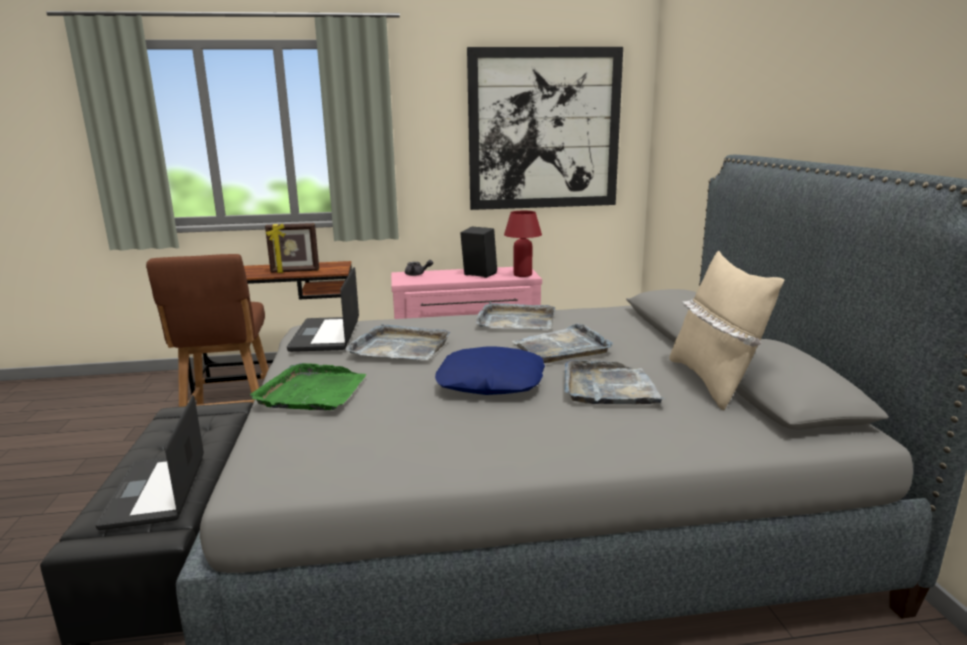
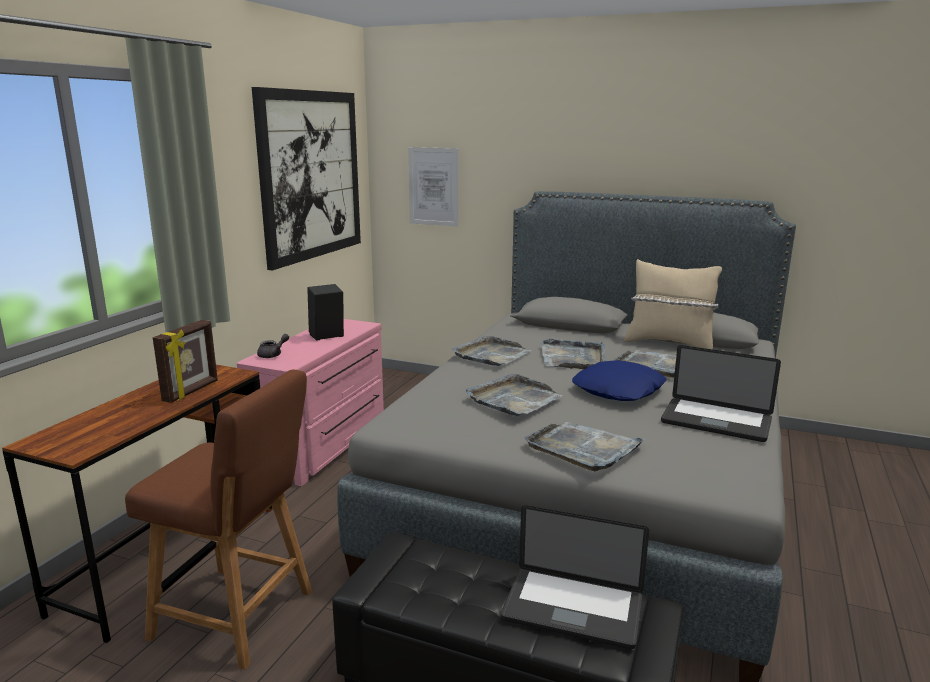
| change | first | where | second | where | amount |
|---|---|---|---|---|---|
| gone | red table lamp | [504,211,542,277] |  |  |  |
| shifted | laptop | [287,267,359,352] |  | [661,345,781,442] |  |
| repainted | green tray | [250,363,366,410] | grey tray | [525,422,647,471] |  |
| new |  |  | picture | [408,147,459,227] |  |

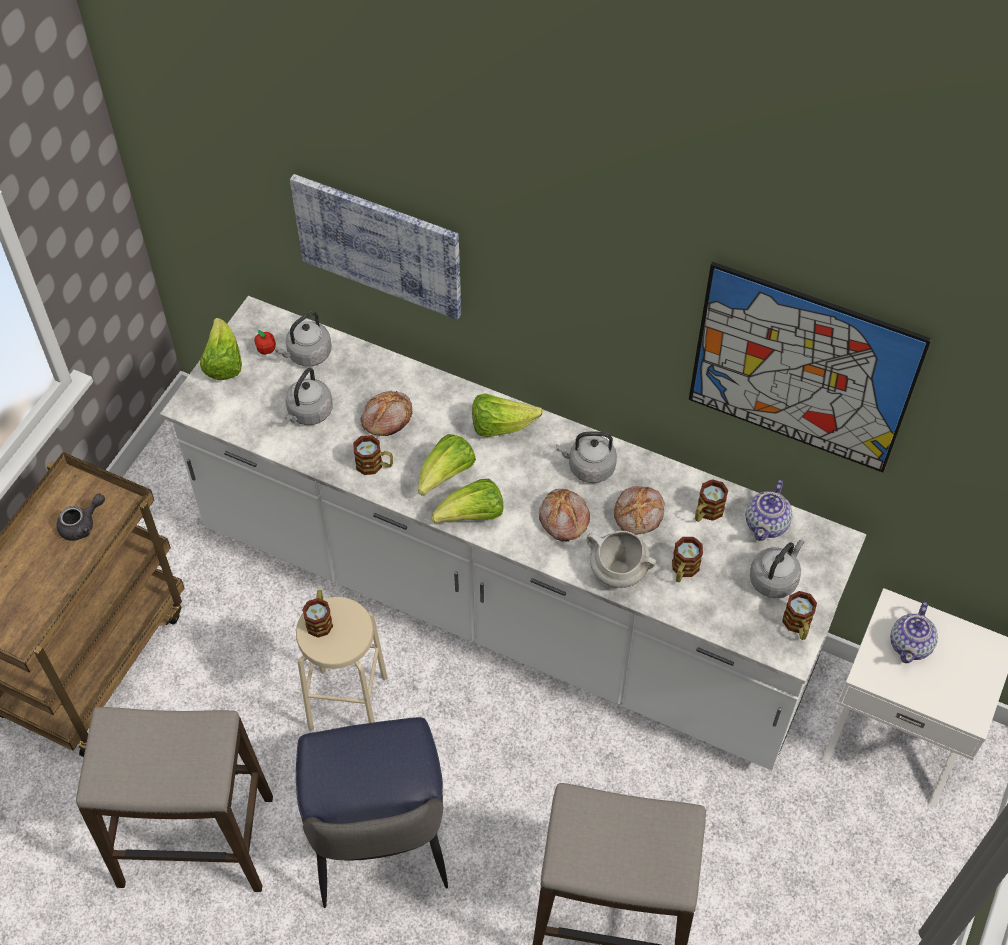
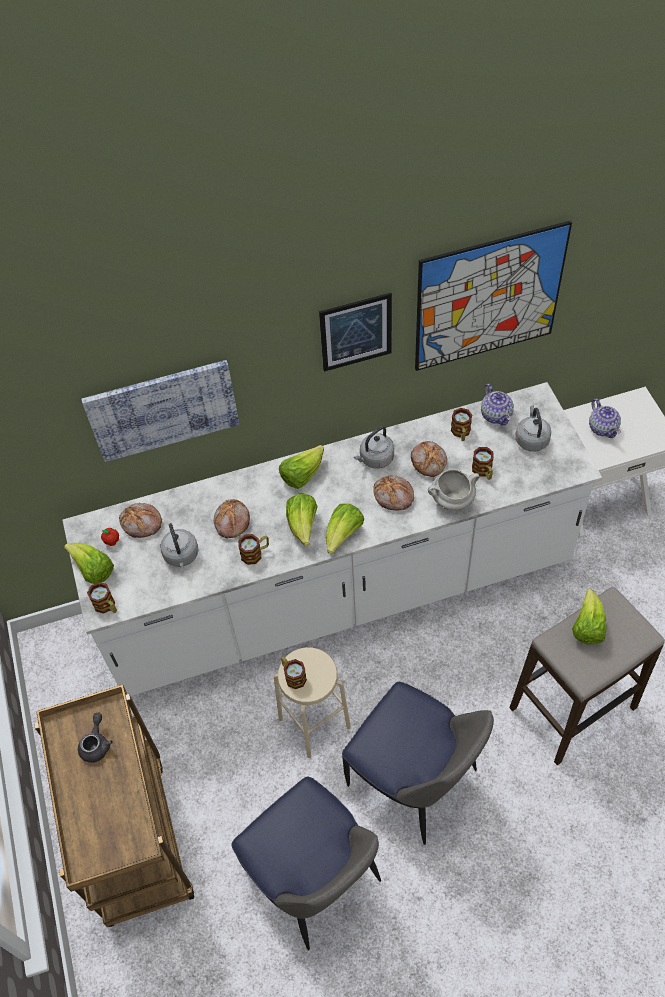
| change | first | where | second | where | amount |
|---|---|---|---|---|---|
| swapped | grey kettle | [275,311,332,367] | bread | [119,503,162,538] |  |
| shifted | mug | [782,591,817,640] |  | [87,582,117,614] |  |
| swapped | stool | [76,707,273,892] | chair | [231,776,381,950] |  |
| new |  |  | picture | [319,293,392,372] |  |
| new |  |  | lettuce | [572,589,607,645] |  |

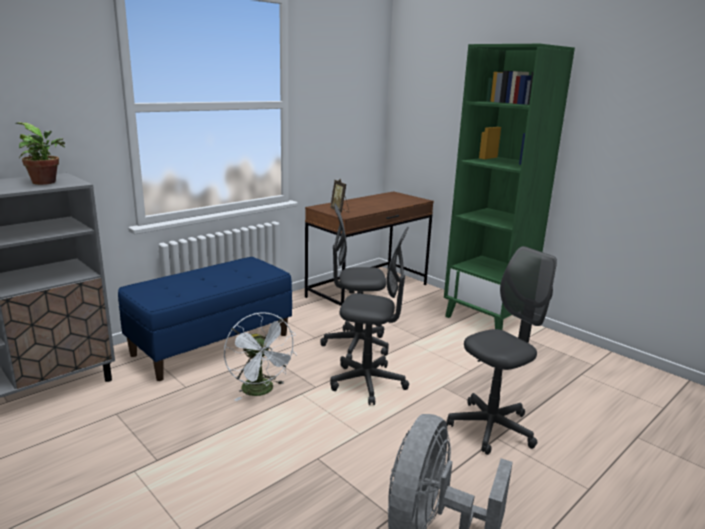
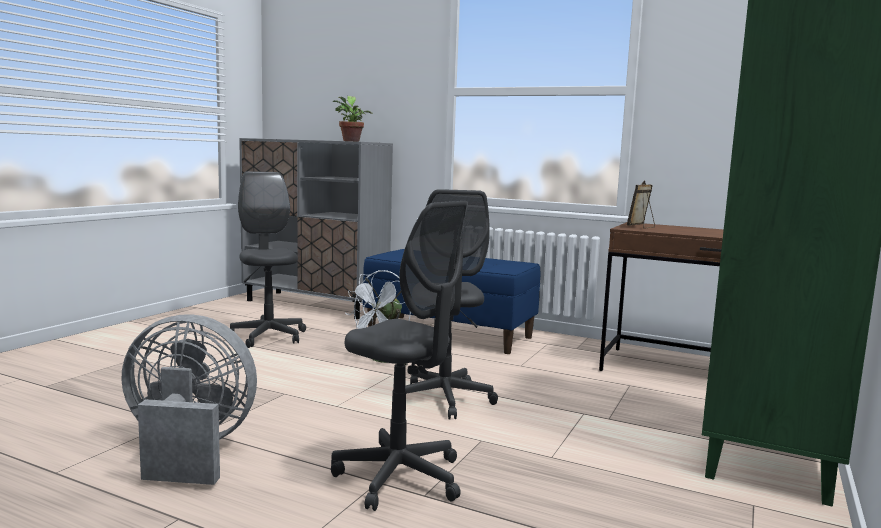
| change | first | where | second | where | amount |
|---|---|---|---|---|---|
| shifted | grey office chair | [320,203,389,360] |  | [230,171,306,348] |  |

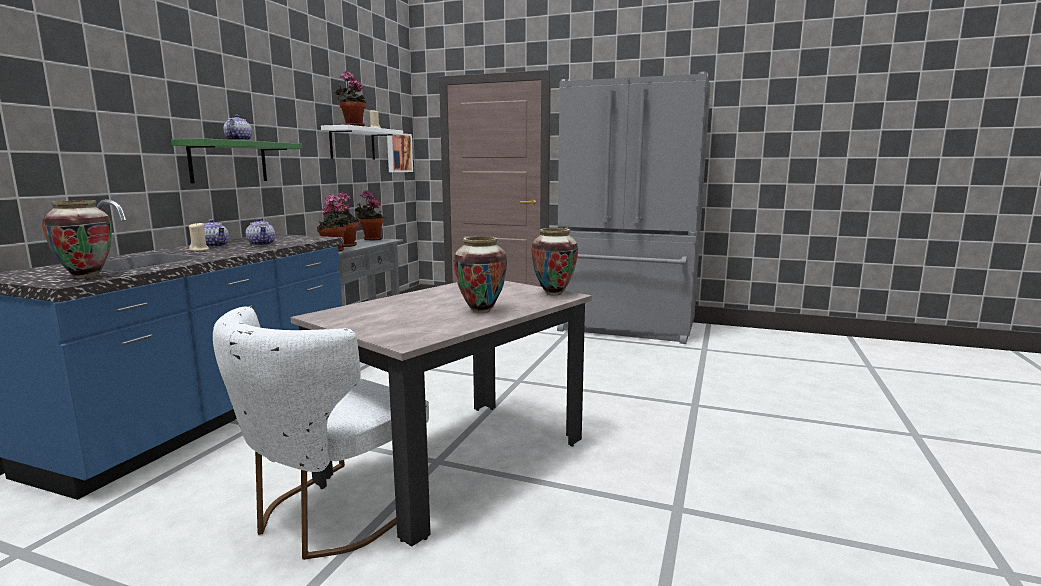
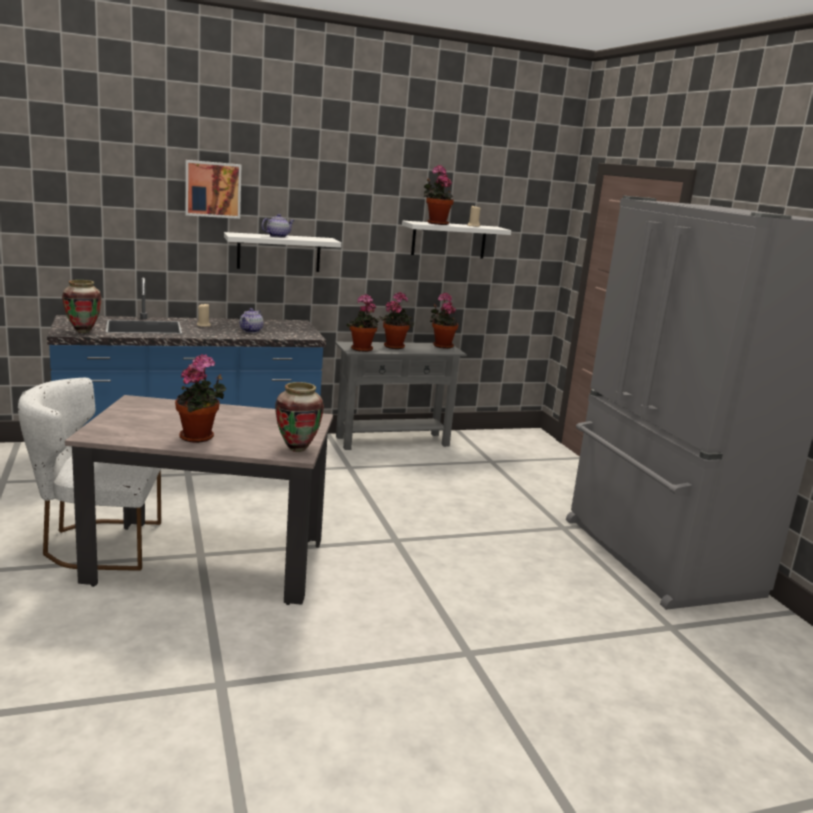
| change | first | where | second | where | amount |
|---|---|---|---|---|---|
| shifted | picture | [387,133,413,172] |  | [185,160,241,219] |  |
| repainted | green shelf | [171,138,303,183] | white shelf | [224,232,341,272] |  |
| gone | teapot | [203,219,229,247] |  |  |  |
| swapped | vase | [454,236,507,313] | potted plant | [175,354,226,443] |  |

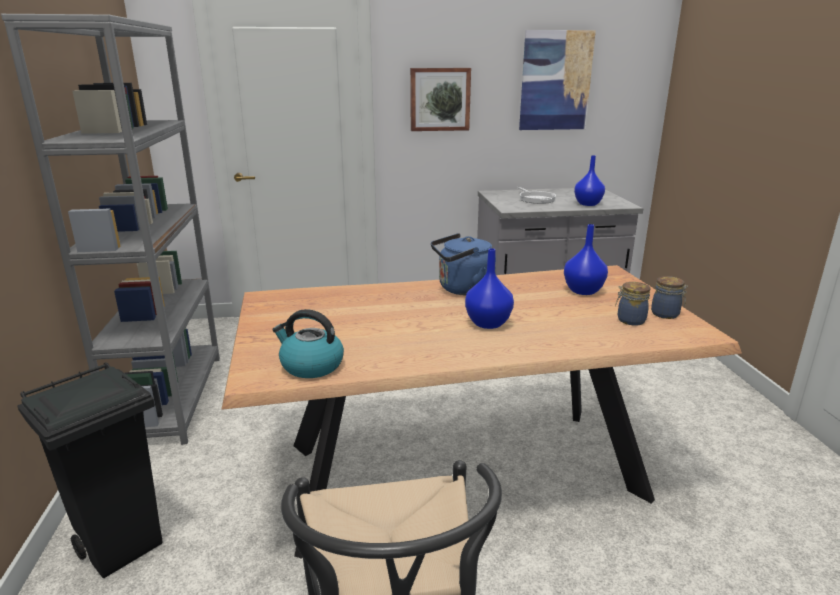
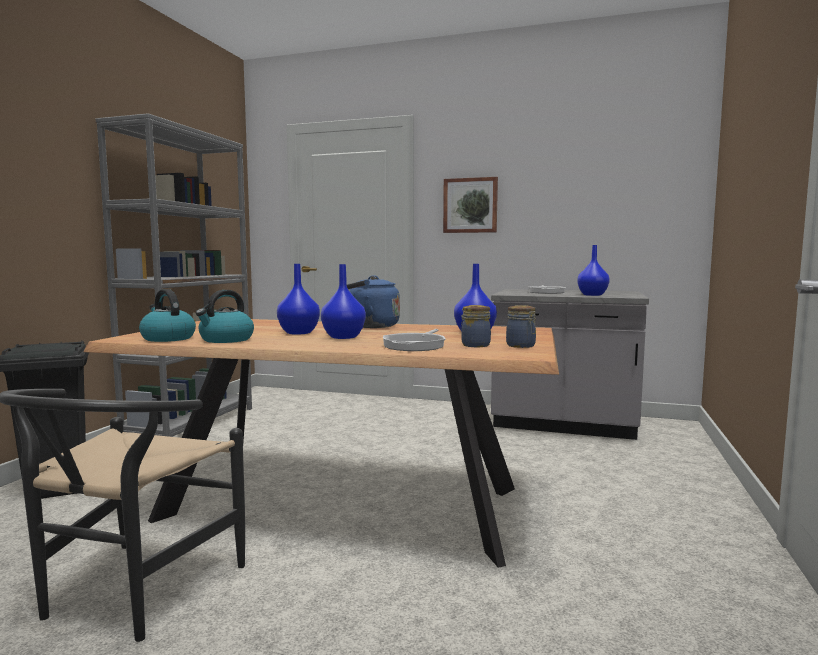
| change | first | where | second | where | amount |
|---|---|---|---|---|---|
| gone | picture | [519,30,596,130] |  |  |  |
| new |  |  | blue vase | [277,264,320,335] |  |
| new |  |  | kettle | [196,290,254,343] |  |
| new |  |  | frying pan | [383,329,446,351] |  |

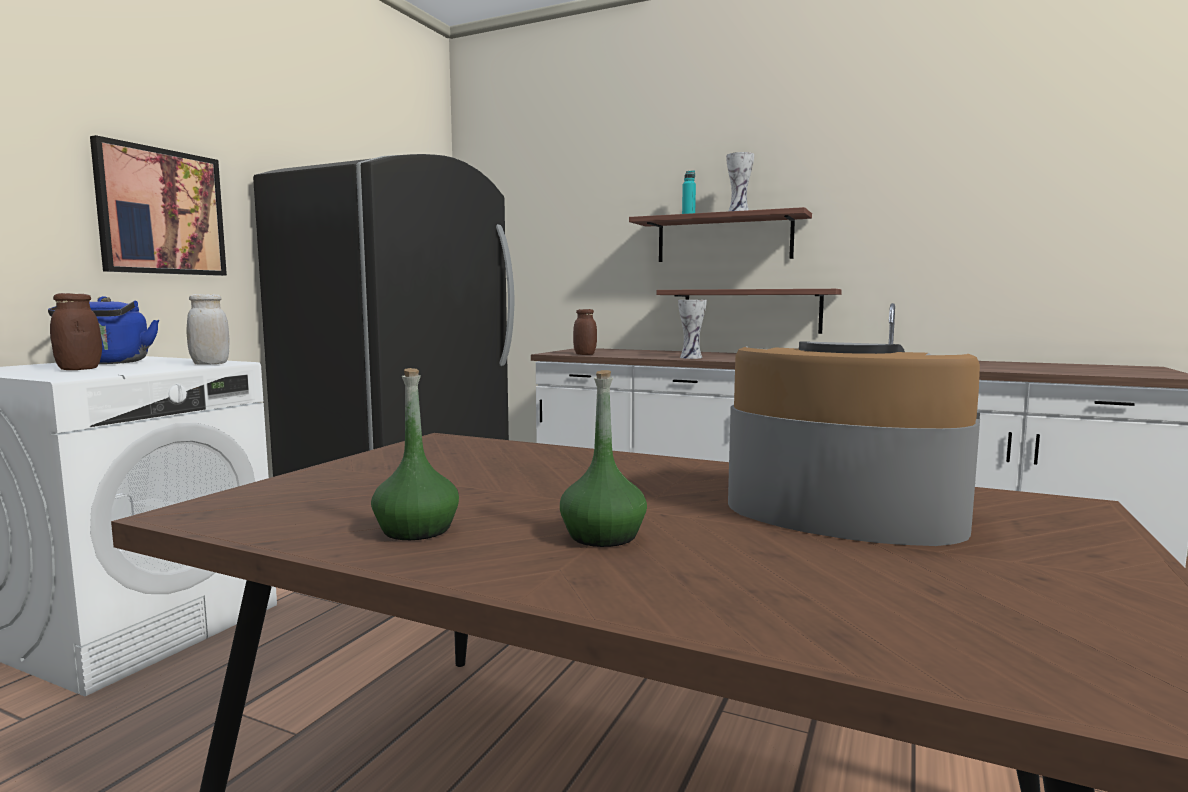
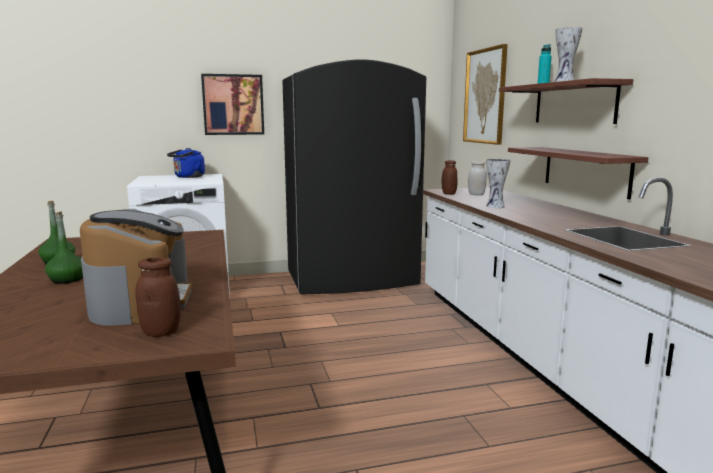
| change | first | where | second | where | amount |
|---|---|---|---|---|---|
| shifted | brown jar | [50,293,102,370] |  | [135,257,181,337] |  |
| shifted | white jar | [187,294,230,365] |  | [468,161,487,195] |  |
| new |  |  | picture | [463,44,508,145] |  |

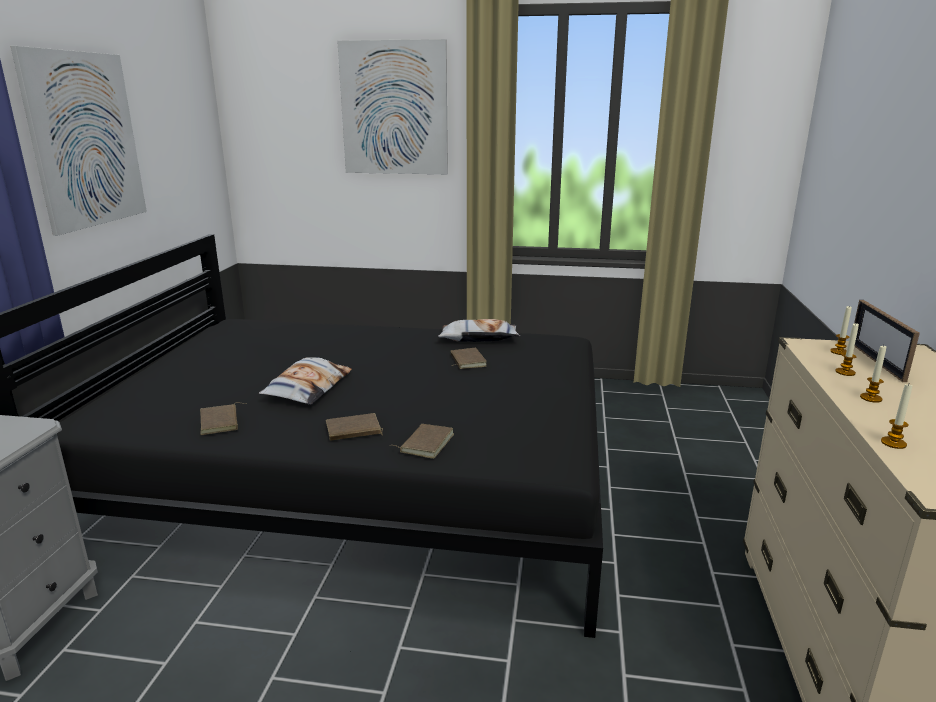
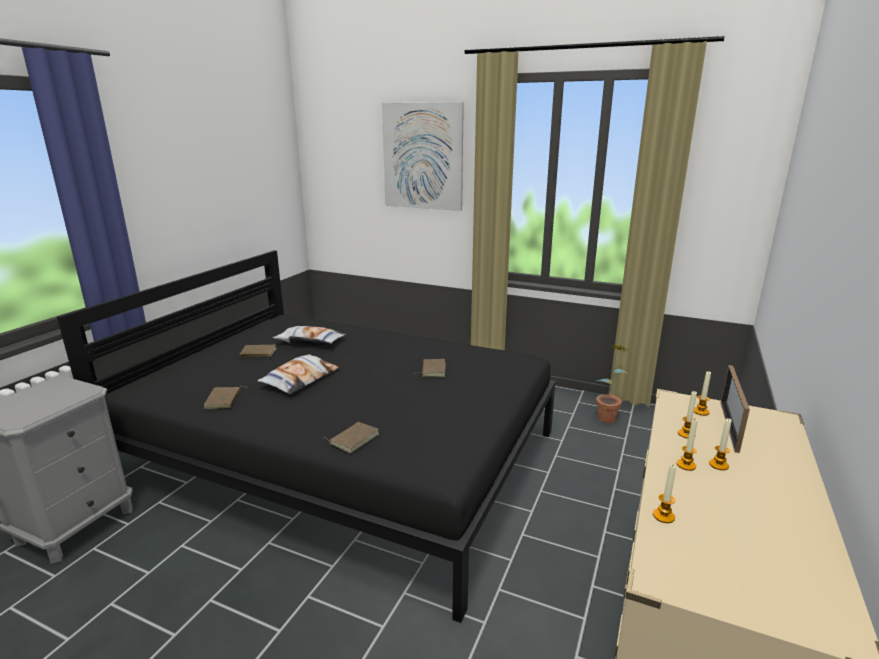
| change | first | where | second | where | amount |
|---|---|---|---|---|---|
| gone | picture | [11,46,147,236] |  |  |  |
| shifted | pillow | [438,319,520,342] |  | [273,326,346,346] |  |
| shifted | brown book | [326,413,383,441] |  | [240,345,277,357] |  |
| new |  |  | potted plant | [596,345,629,423] |  |
| new |  |  | candle | [709,418,732,470] |  |

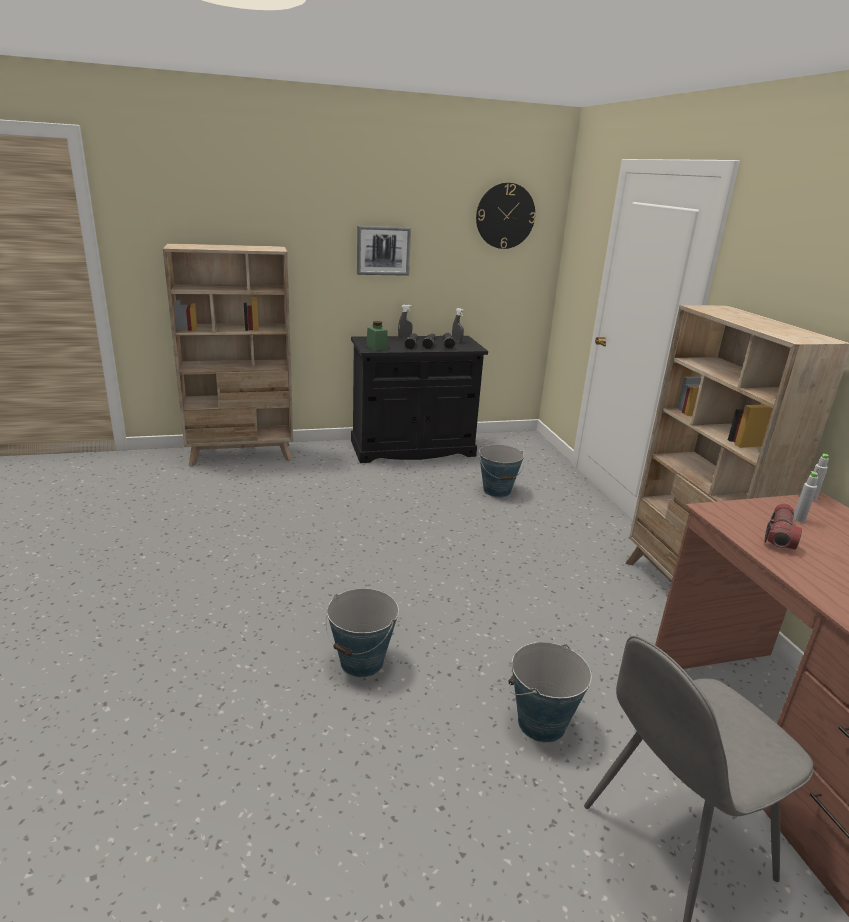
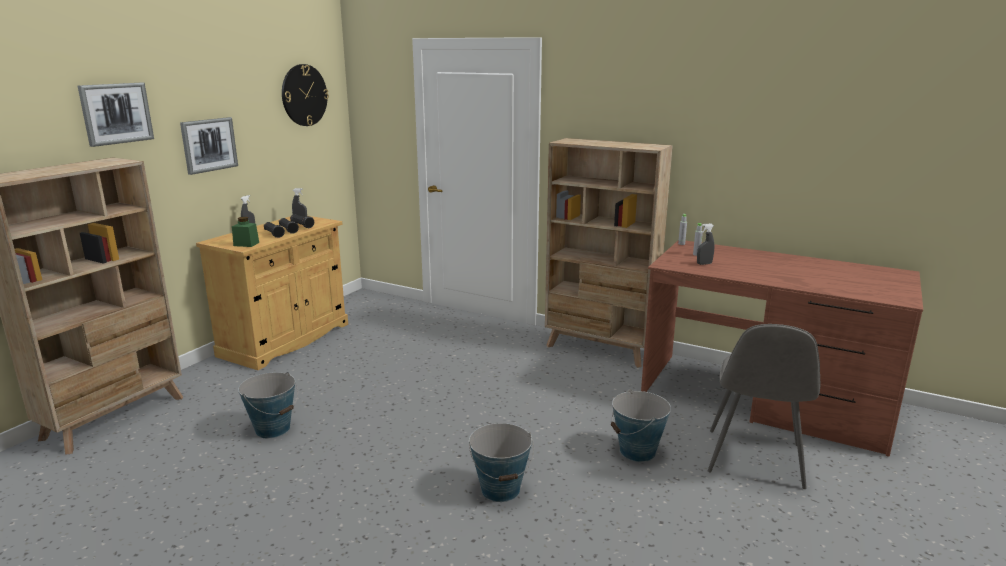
| change | first | where | second | where | amount |
|---|---|---|---|---|---|
| repainted | black cabinet | [351,336,488,463] | beige cabinet | [196,216,348,370] |  |
| shifted | bucket | [479,444,525,497] |  | [238,372,298,438] |  |
| swapped | flashlight | [764,503,802,550] | grey spray bottle | [697,224,714,265] |  |
| new |  |  | picture | [78,83,154,147] |  |

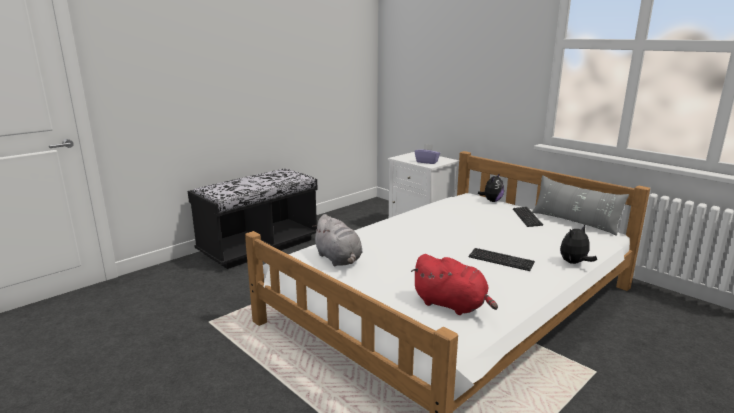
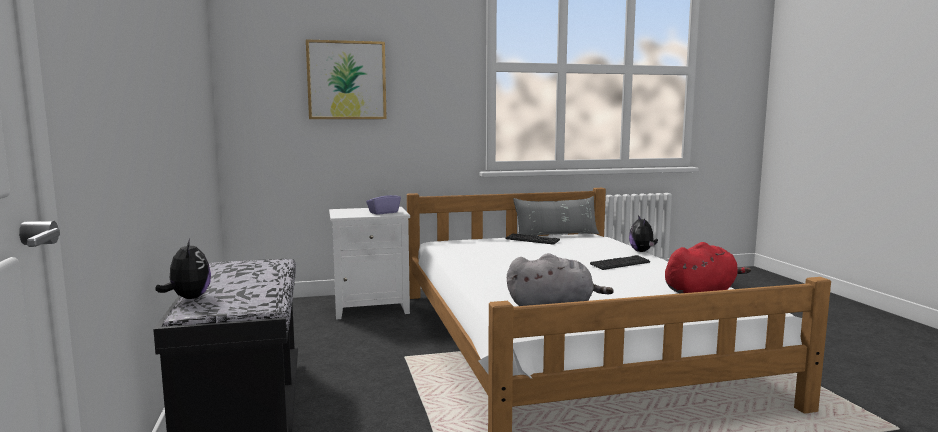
| change | first | where | second | where | amount |
|---|---|---|---|---|---|
| shifted | plush toy | [478,173,504,202] |  | [155,239,211,299] |  |
| new |  |  | picture | [306,39,387,119] |  |

